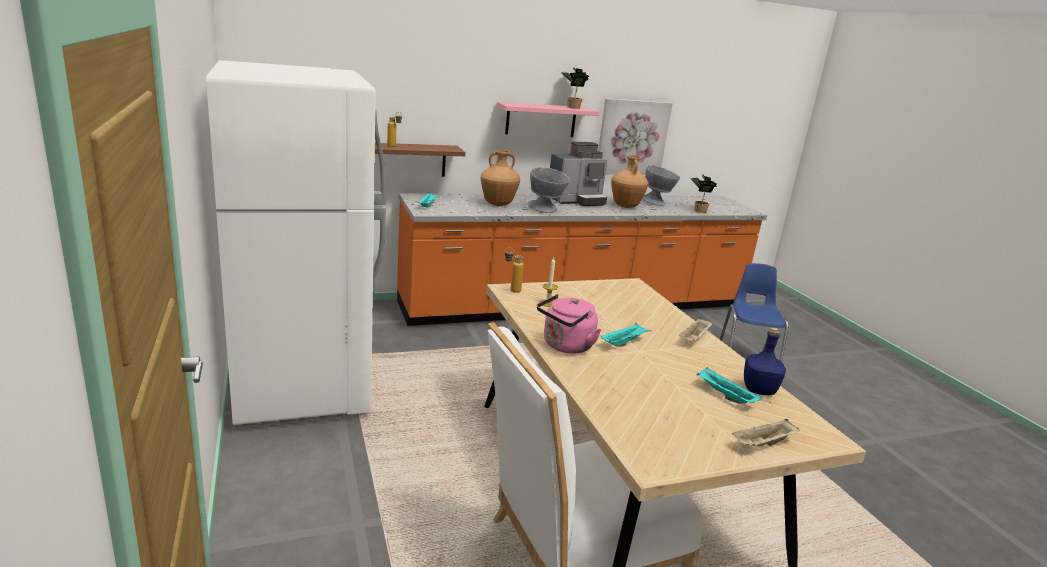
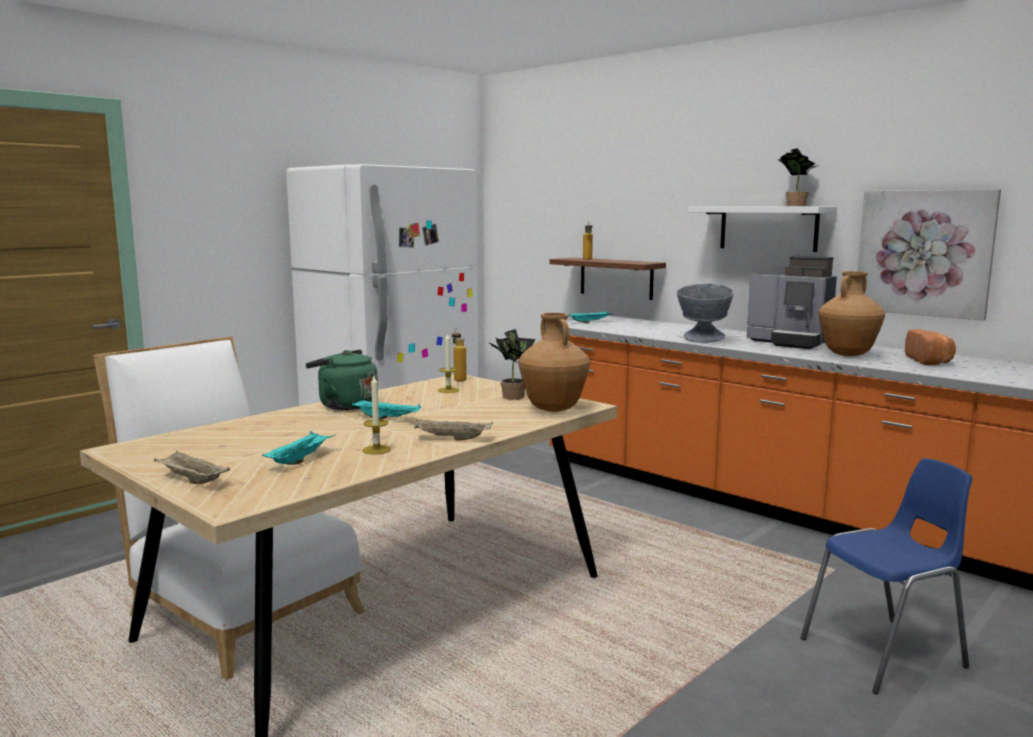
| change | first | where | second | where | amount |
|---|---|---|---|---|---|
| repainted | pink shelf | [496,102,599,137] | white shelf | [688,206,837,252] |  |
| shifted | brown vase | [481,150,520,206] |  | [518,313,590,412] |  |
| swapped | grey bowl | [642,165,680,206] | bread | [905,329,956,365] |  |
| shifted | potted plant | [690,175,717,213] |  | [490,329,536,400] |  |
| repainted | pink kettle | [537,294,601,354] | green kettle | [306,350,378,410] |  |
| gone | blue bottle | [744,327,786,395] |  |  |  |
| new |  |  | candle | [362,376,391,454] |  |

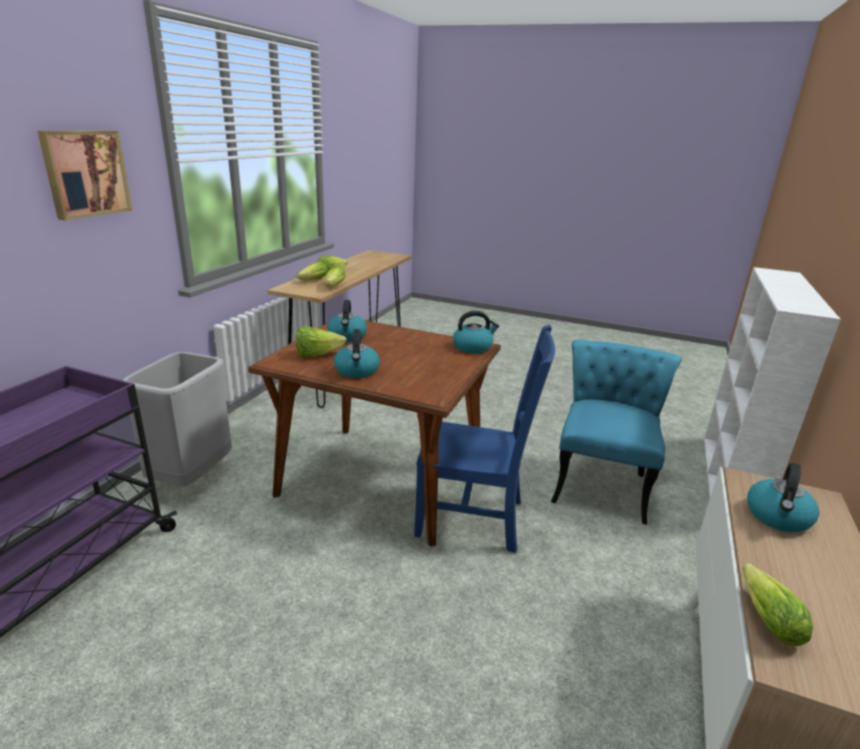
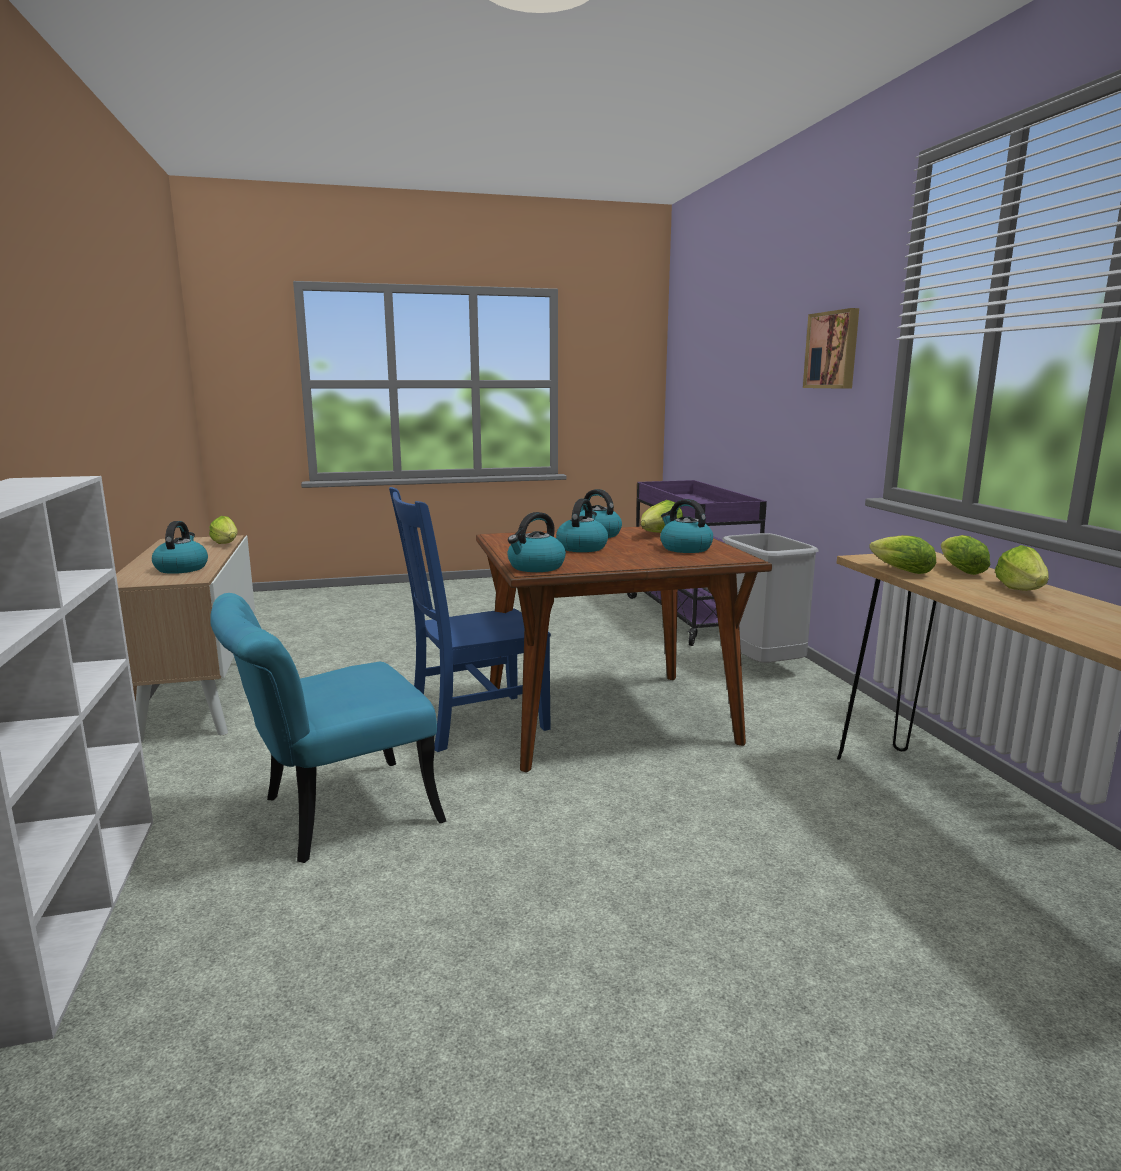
| change | first | where | second | where | amount |
|---|---|---|---|---|---|
| rotated | turquoise chair | [551,340,682,525] |  | [210,593,446,863] | 75 degrees clockwise |
| new |  |  | kettle | [556,499,608,552] |  |

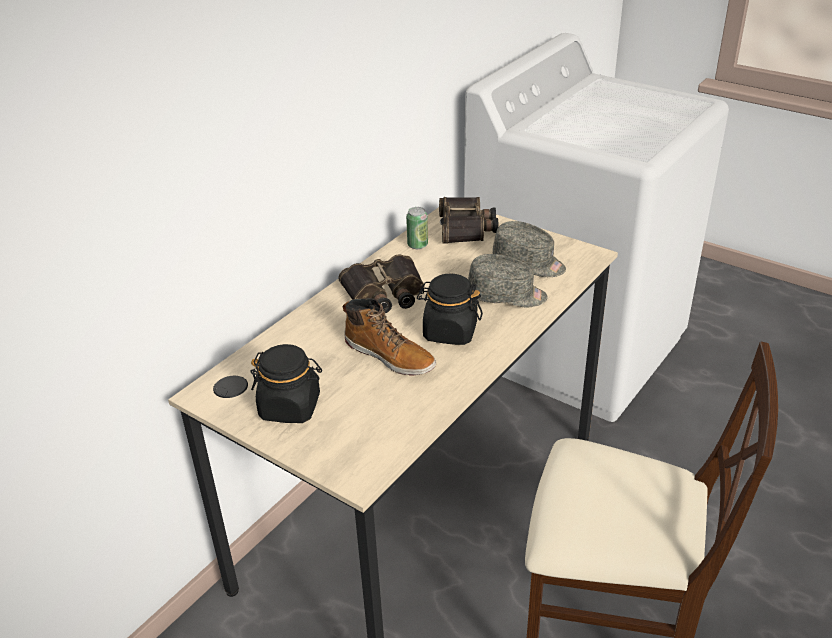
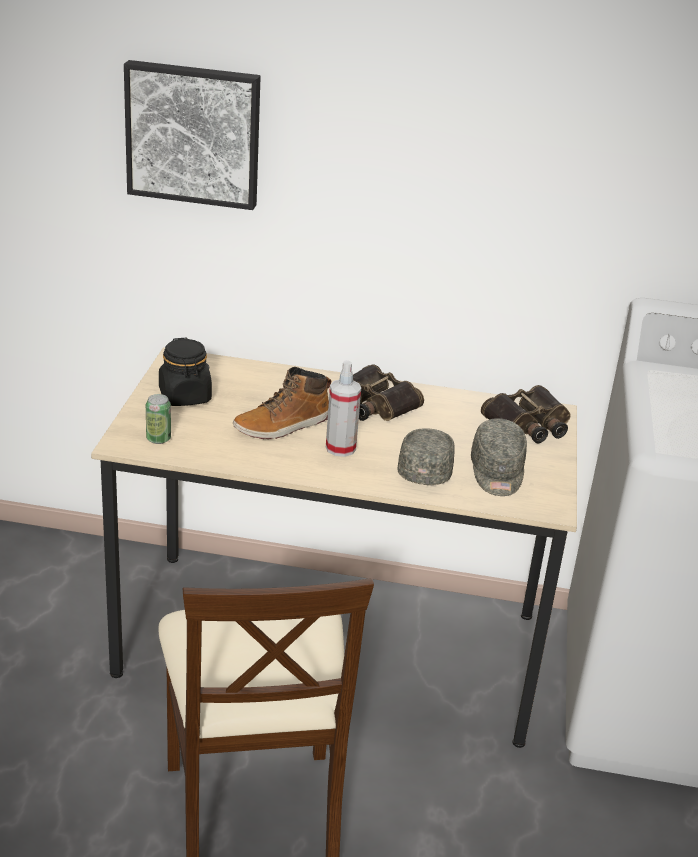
| change | first | where | second | where | amount |
|---|---|---|---|---|---|
| shifted | can | [406,207,428,249] |  | [146,394,171,444] |  |
| rotated | grey cap | [468,254,548,307] |  | [397,428,455,485] | 150 degrees counterclockwise |
| swapped | black jar | [417,273,483,345] | spray bottle | [326,360,361,457] |  |
| rotated | boot | [343,298,436,375] |  | [233,367,331,439] | 45 degrees clockwise |
| new |  |  | picture | [124,60,261,210] |  |

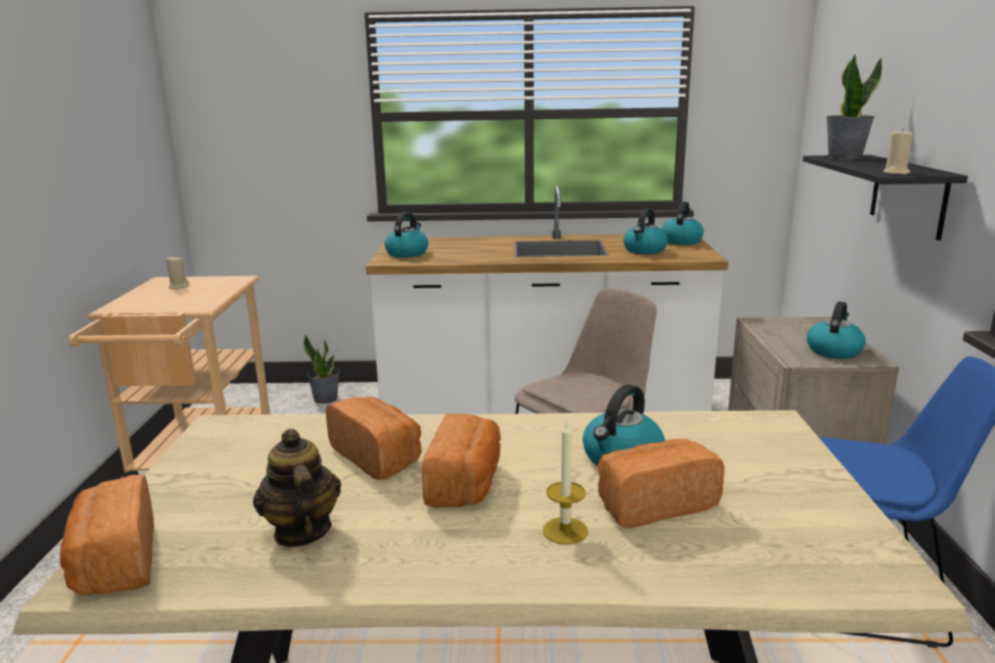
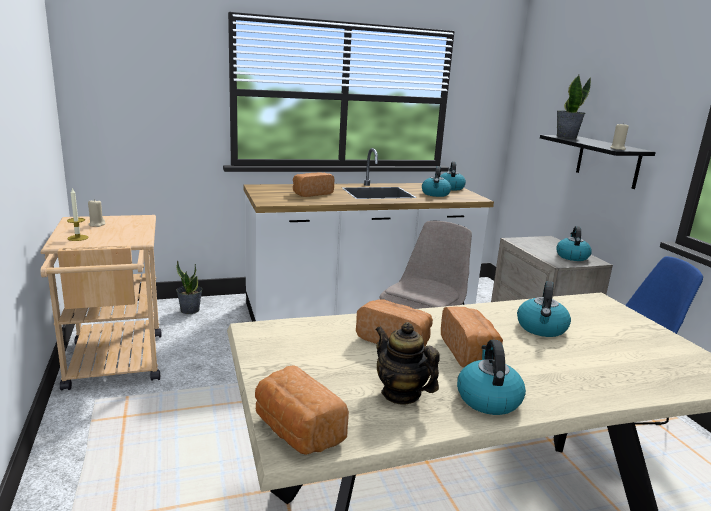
| change | first | where | second | where | amount |
|---|---|---|---|---|---|
| shifted | kettle | [385,212,428,258] |  | [457,340,526,415] |  |
| shifted | candle | [543,422,588,545] |  | [67,188,89,241] |  |
| shifted | bread | [598,439,724,528] |  | [293,172,334,197] |  |

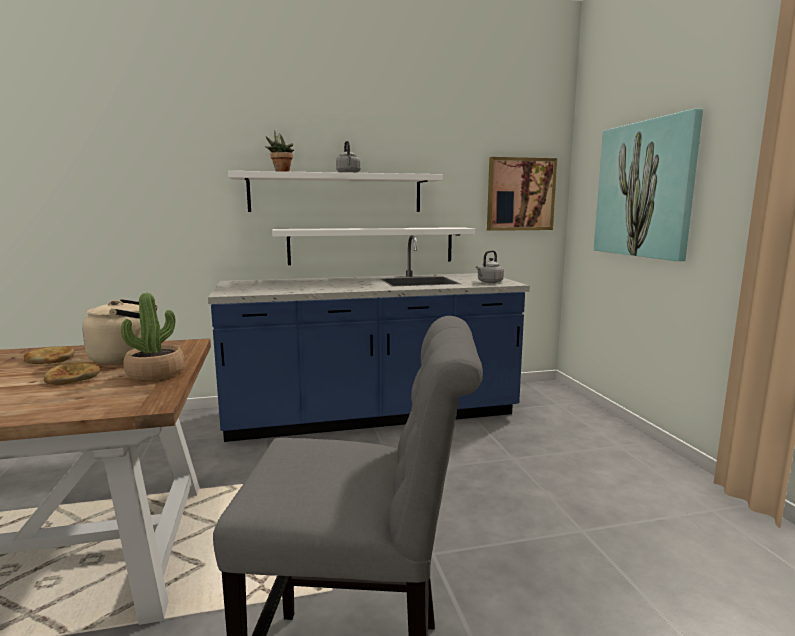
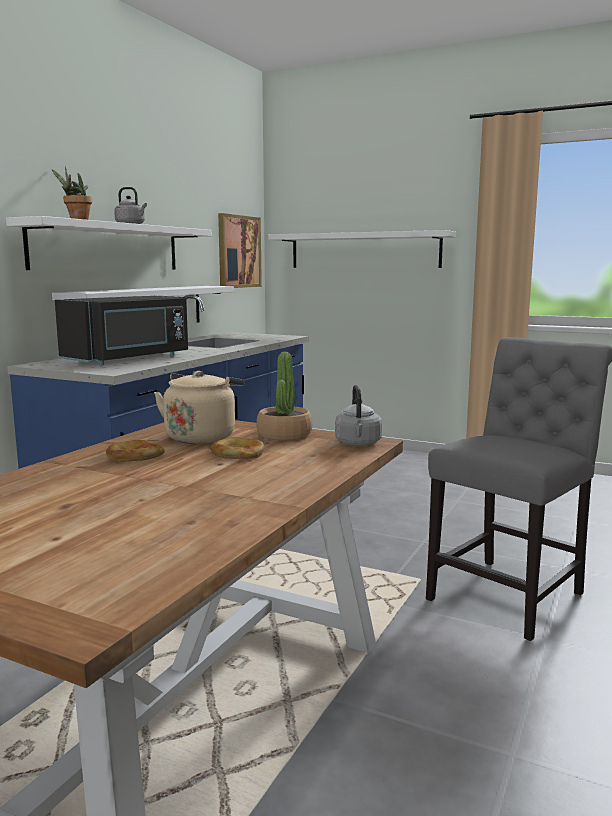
| change | first | where | second | where | amount |
|---|---|---|---|---|---|
| swapped | picture | [594,108,703,261] | white shelf | [268,230,456,268] |  |
| shifted | grey kettle | [476,250,504,283] |  | [335,385,382,446] |  |
| new |  |  | black microwave | [55,296,188,365] |  |

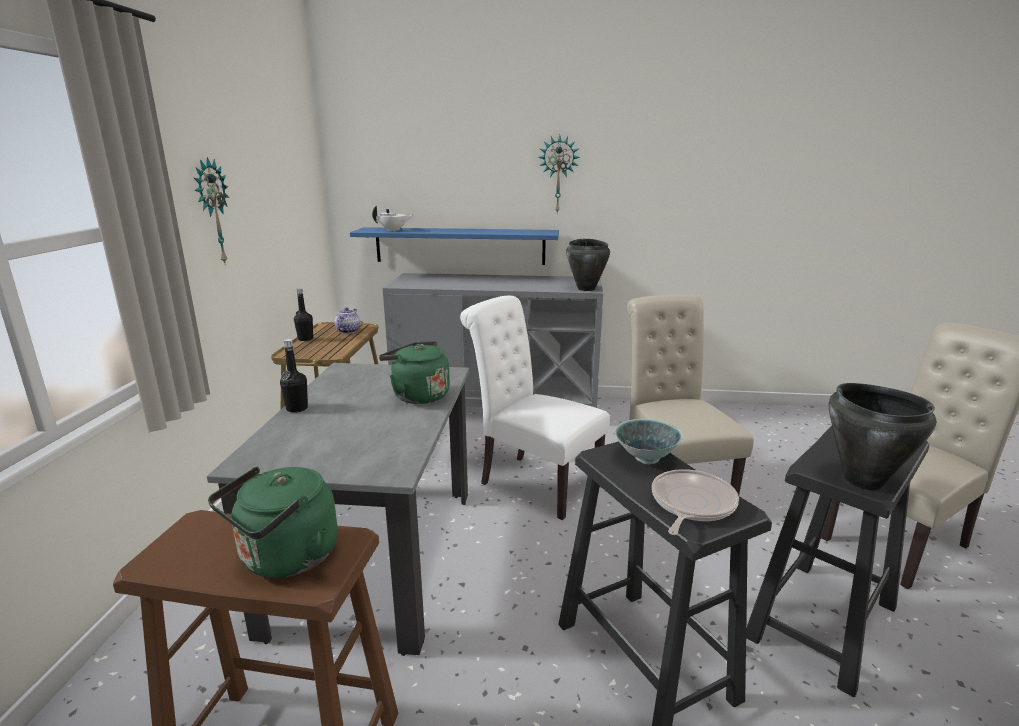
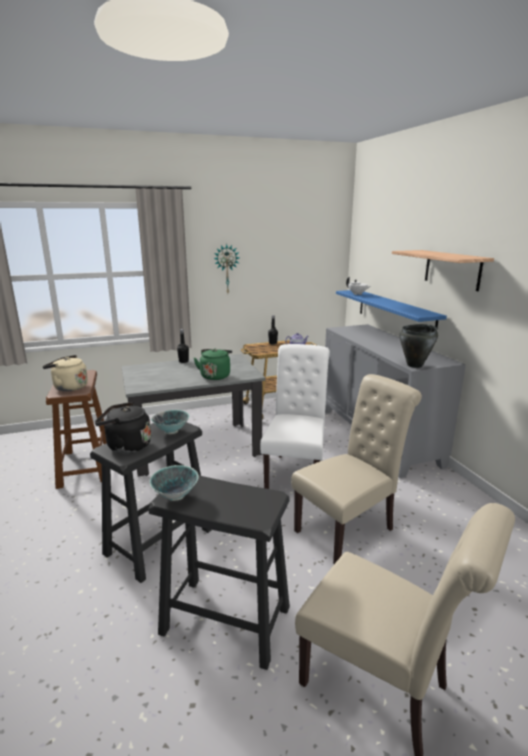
| change | first | where | second | where | amount |
|---|---|---|---|---|---|
| swapped | wall clock | [538,135,580,214] | shelf | [392,250,494,291] |  |
| swapped | black cooking pot | [829,383,936,490] | bowl | [149,465,199,501] |  |
| repainted | green kettle | [208,467,338,578] | beige kettle | [42,355,88,391] |  |
| swapped | frying pan | [652,469,739,535] | black kettle | [95,402,151,453] |  |

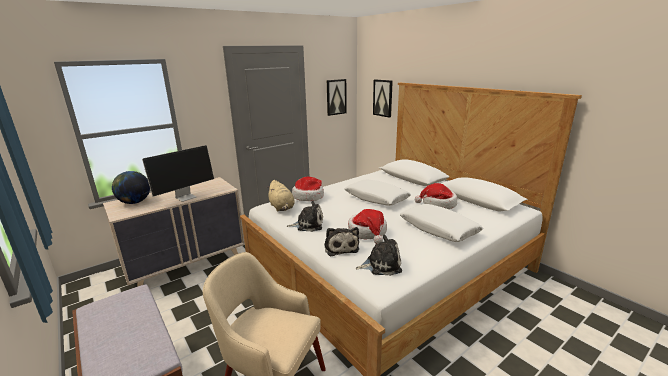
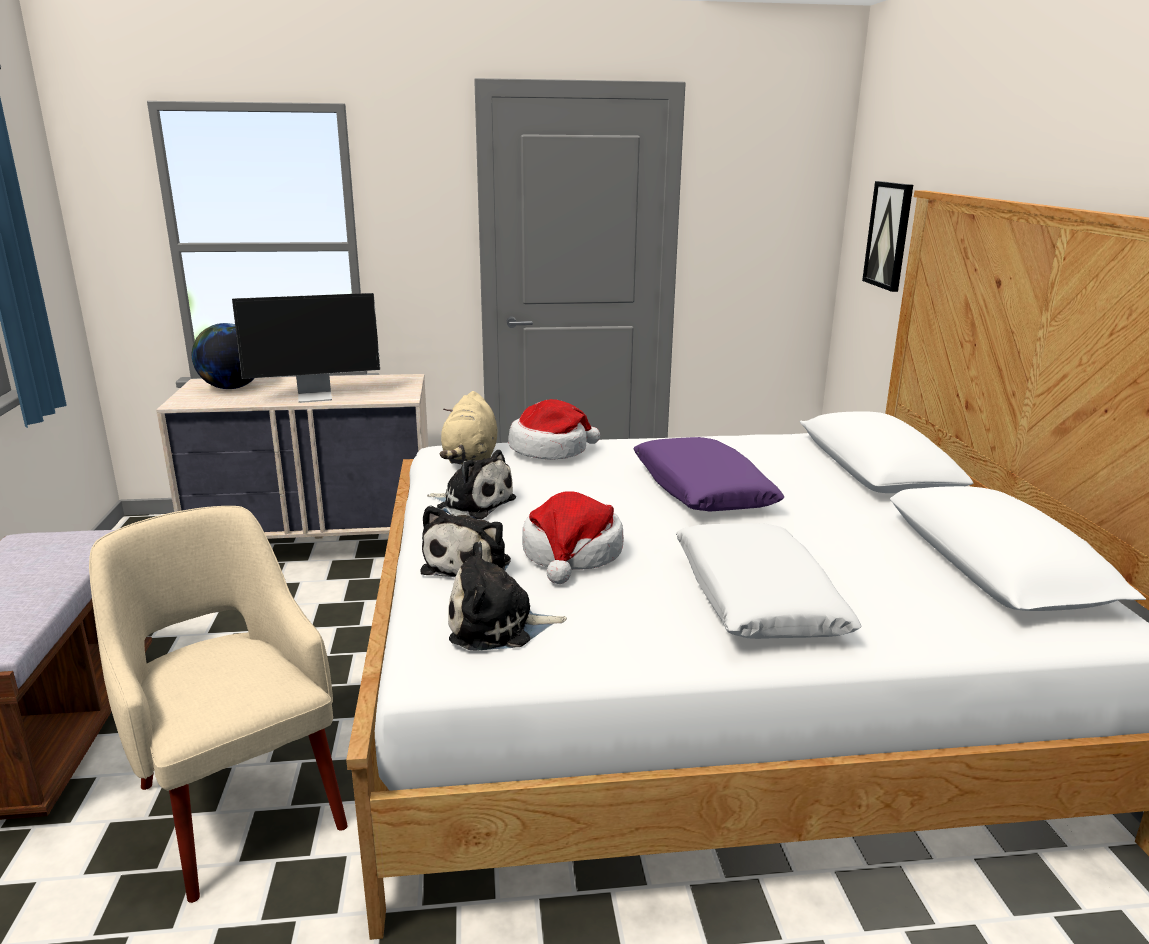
| change | first | where | second | where | amount |
|---|---|---|---|---|---|
| gone | picture | [327,79,347,116] |  |  |  |
| repainted | white pillow | [345,180,411,206] | purple pillow | [633,437,784,511] |  |
| gone | hat | [415,183,457,209] |  |  |  |
| rotated | plush toy | [356,234,402,276] |  | [448,541,567,651] | 150 degrees clockwise |

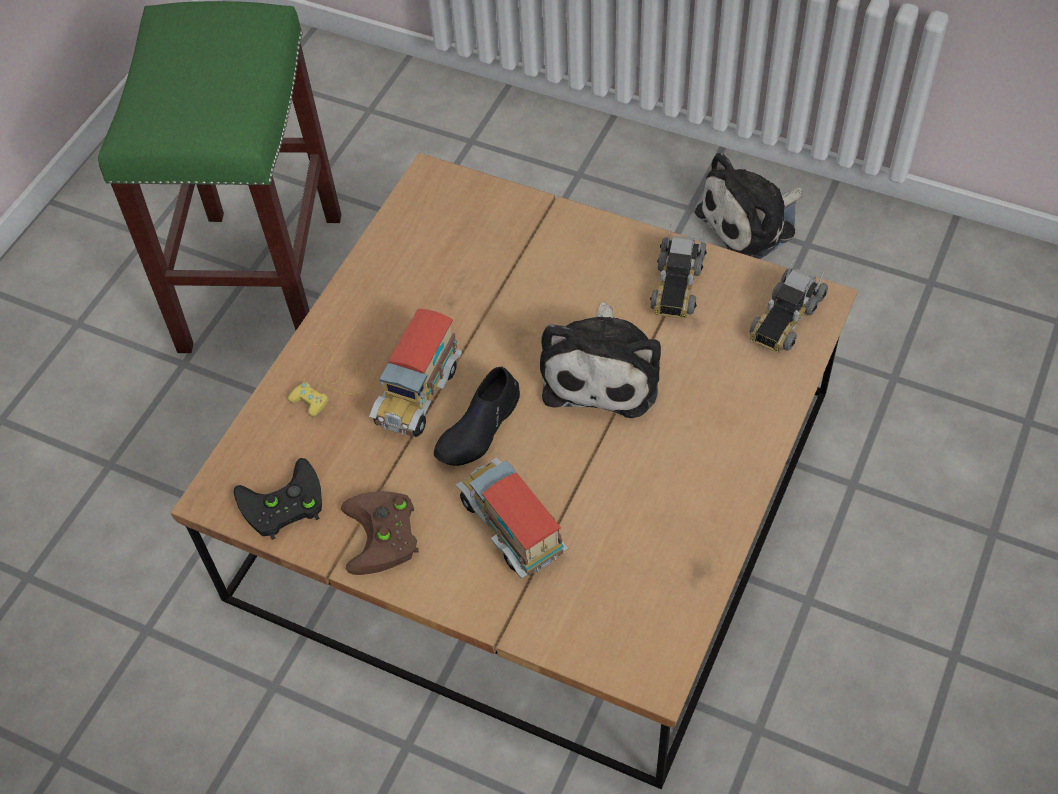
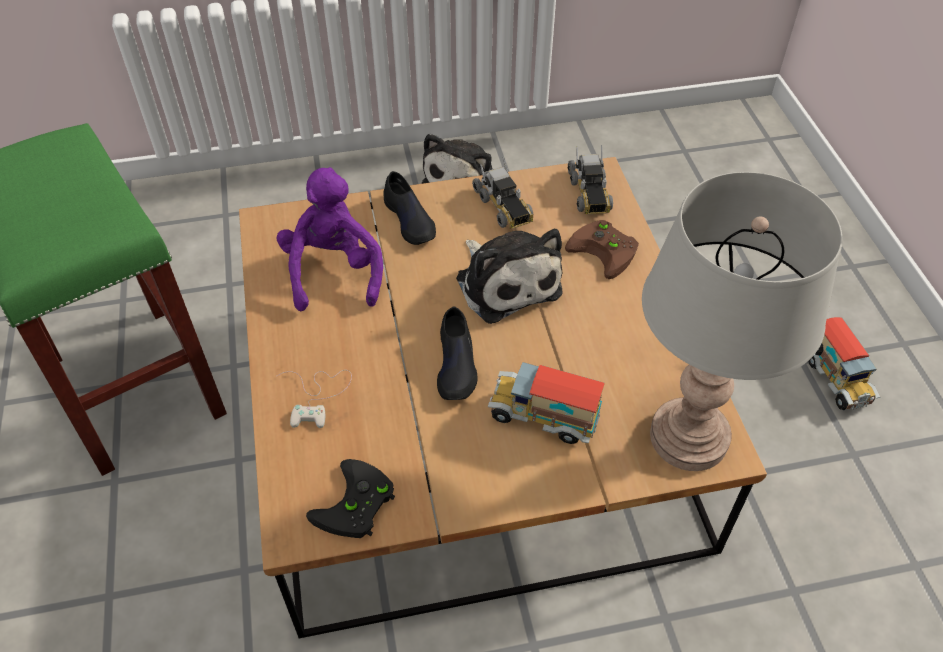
| change | first | where | second | where | amount |
|---|---|---|---|---|---|
| shifted | toy truck | [369,309,462,437] |  | [808,317,880,410] |  |
| repainted | yellow game controller | [288,344,378,417] | white game controller | [277,370,352,428] |  |
| shifted | brown game controller | [341,491,419,575] |  | [565,220,639,279] |  |
| new |  |  | purple plush toy | [277,167,383,311] |  |
| new |  |  | black shoe | [383,171,436,245] |  |
| new |  |  | grey table lamp | [642,172,842,471] |  |

